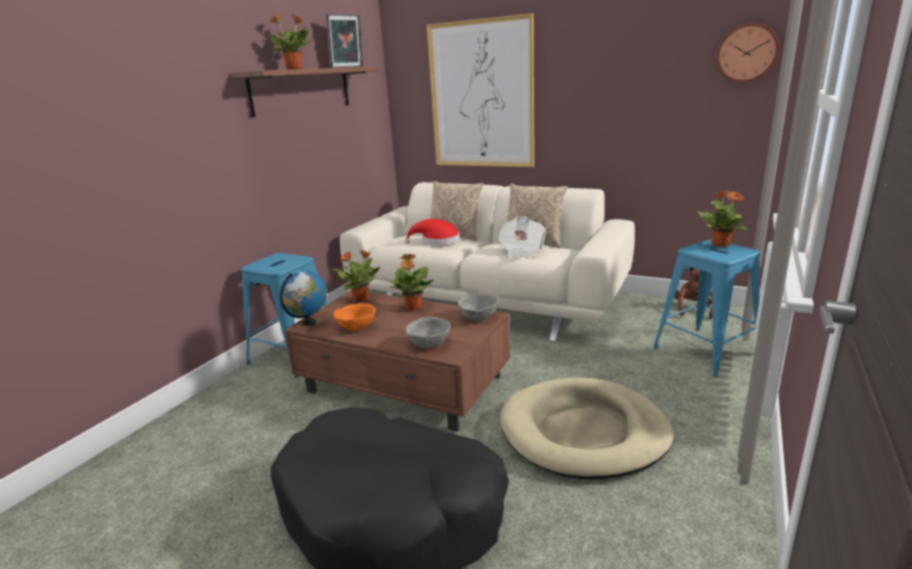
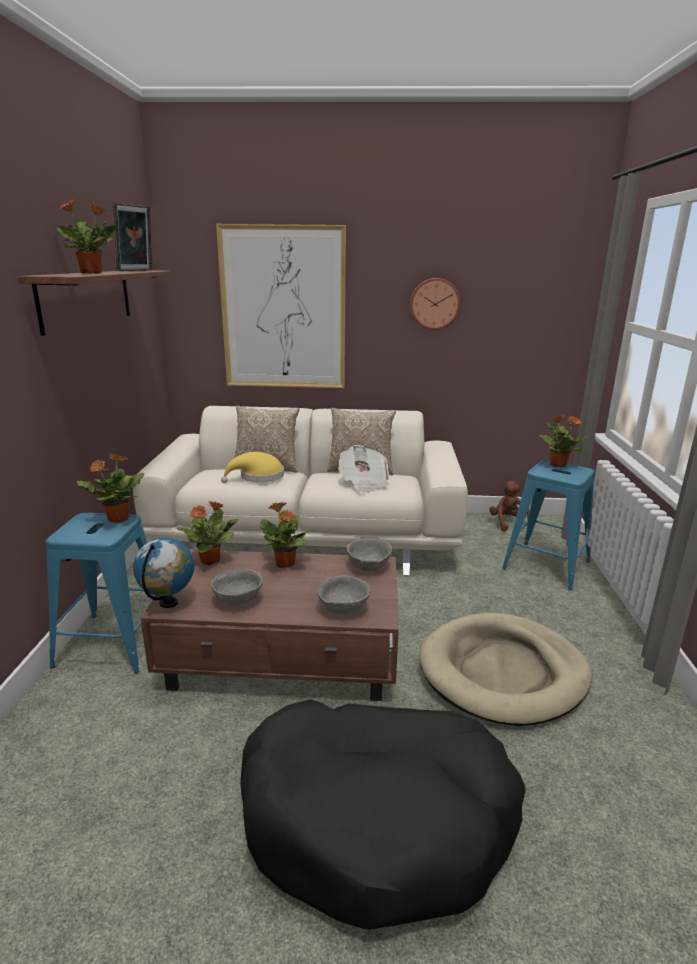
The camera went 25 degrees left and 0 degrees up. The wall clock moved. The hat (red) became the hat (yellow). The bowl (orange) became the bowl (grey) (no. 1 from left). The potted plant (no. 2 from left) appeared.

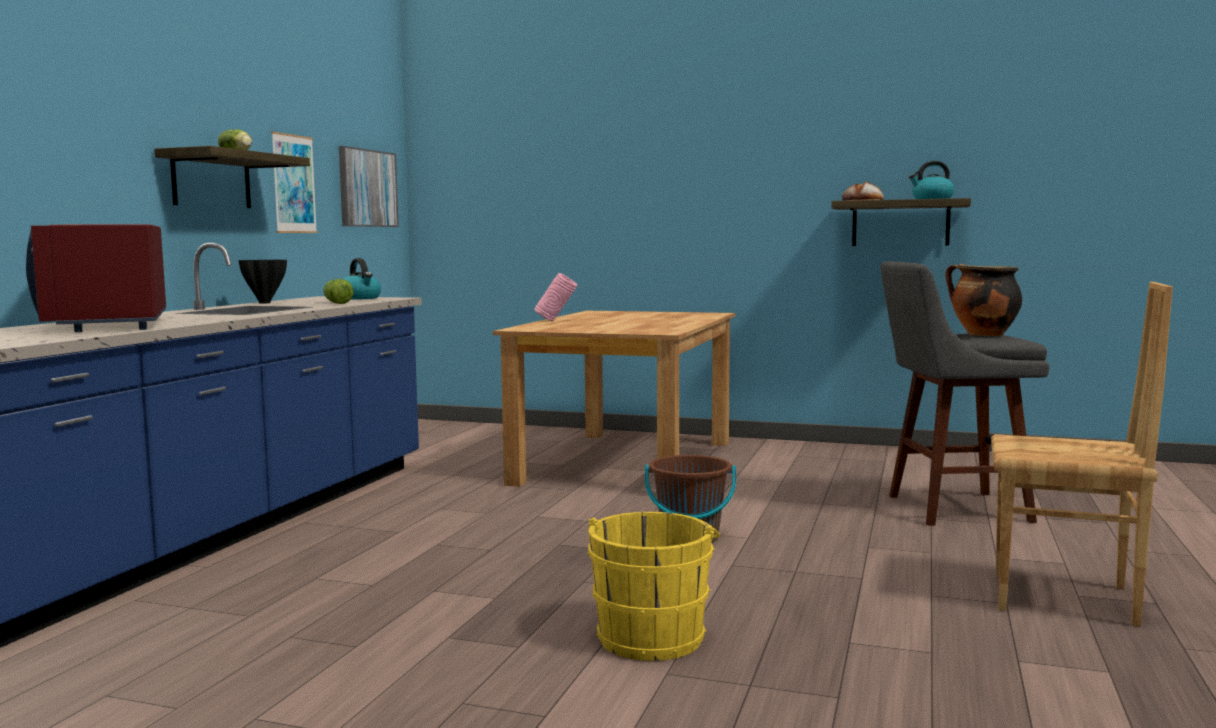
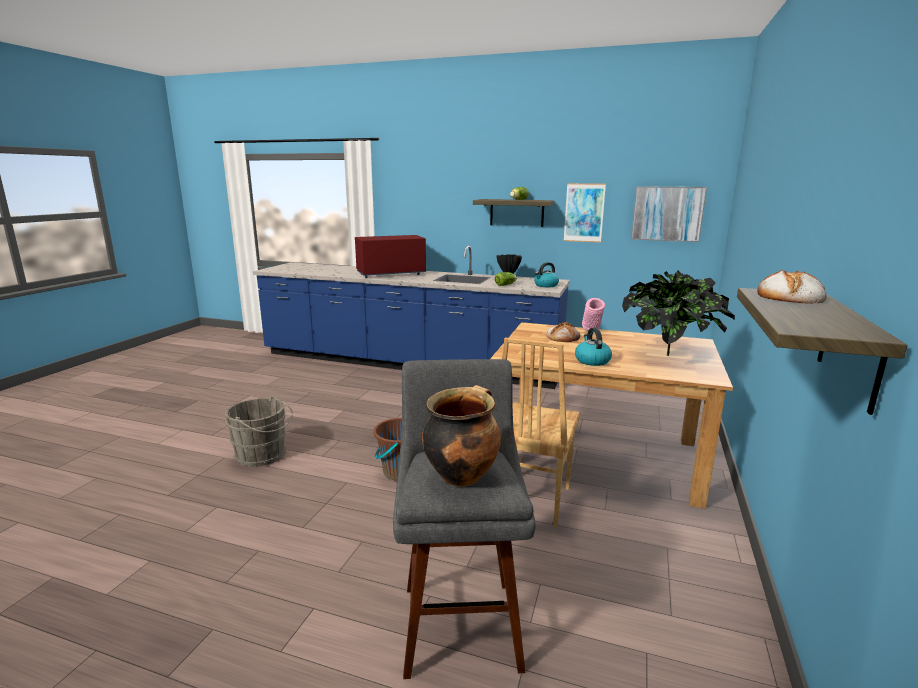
The camera went 90 degrees right and 10 degrees up. The kettle (no. 2 from left) moved. The chair (brown) moved. The bucket (yellow) became the bucket (grey). The potted plant appeared. The bread (no. 1 from left) appeared.

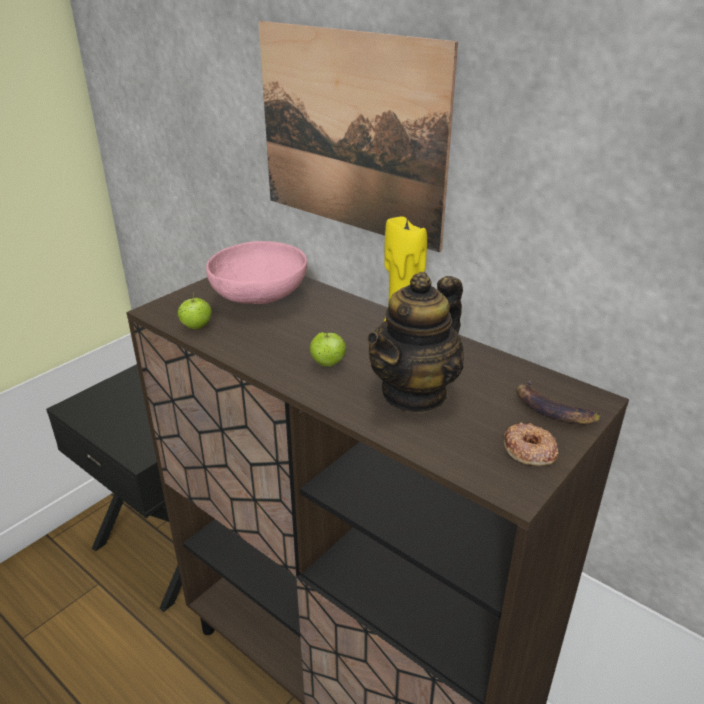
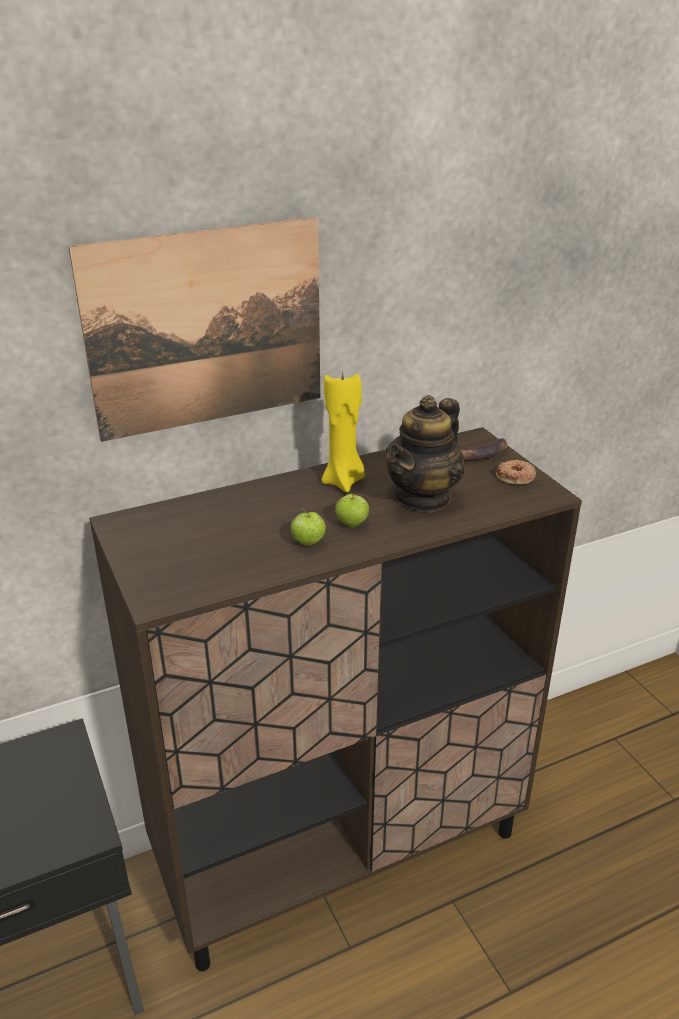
The camera went 65 degrees left and 0 degrees up. The bowl (pink) disappeared. The teapot turned 60 degrees clockwise. The apple (no. 1 from left) moved.

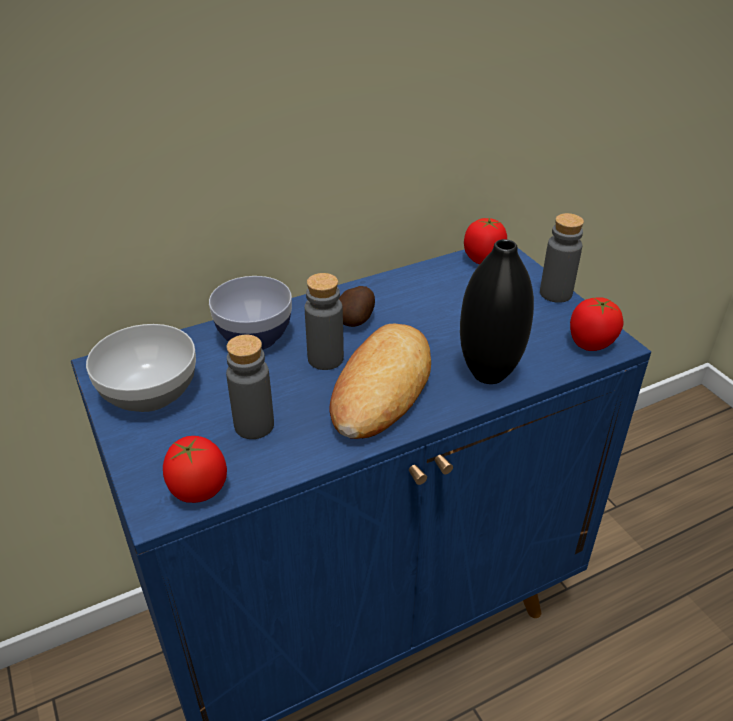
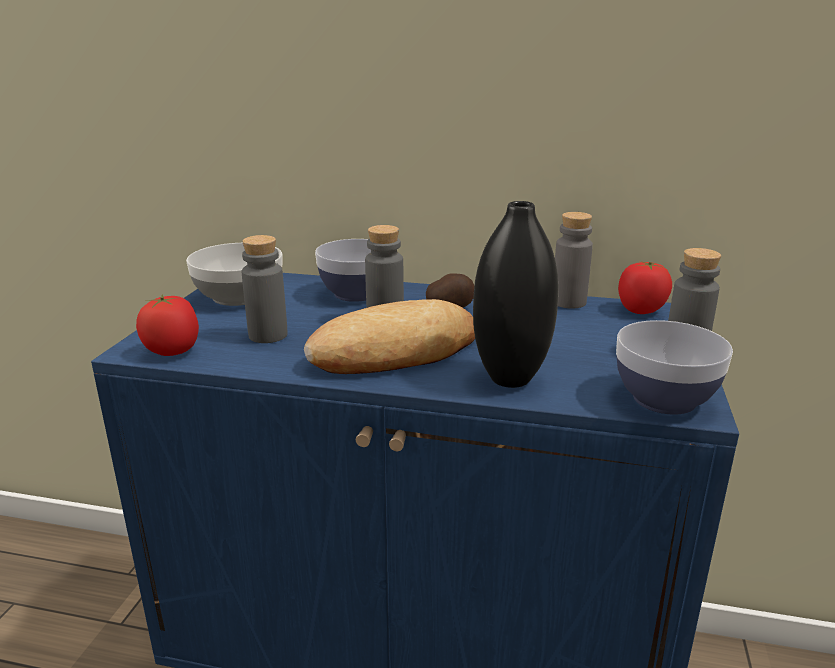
The camera went 40 degrees right and 15 degrees down. The tomato (no. 3 from left) was replaced by the bowl (no. 3 from left). The bottle (grey) (no. 3 from left) appeared.

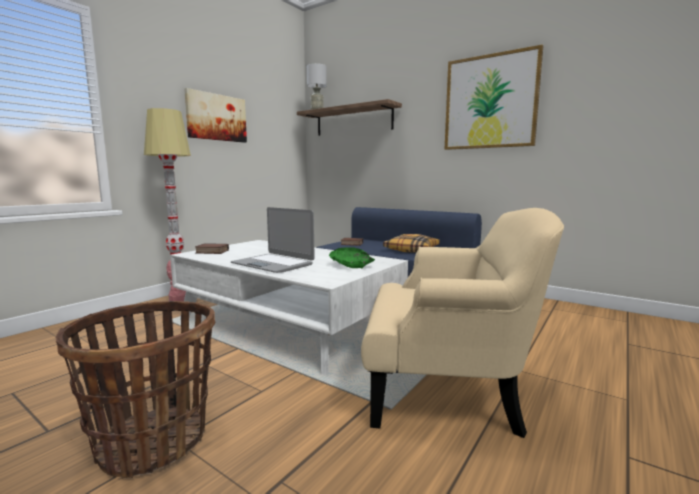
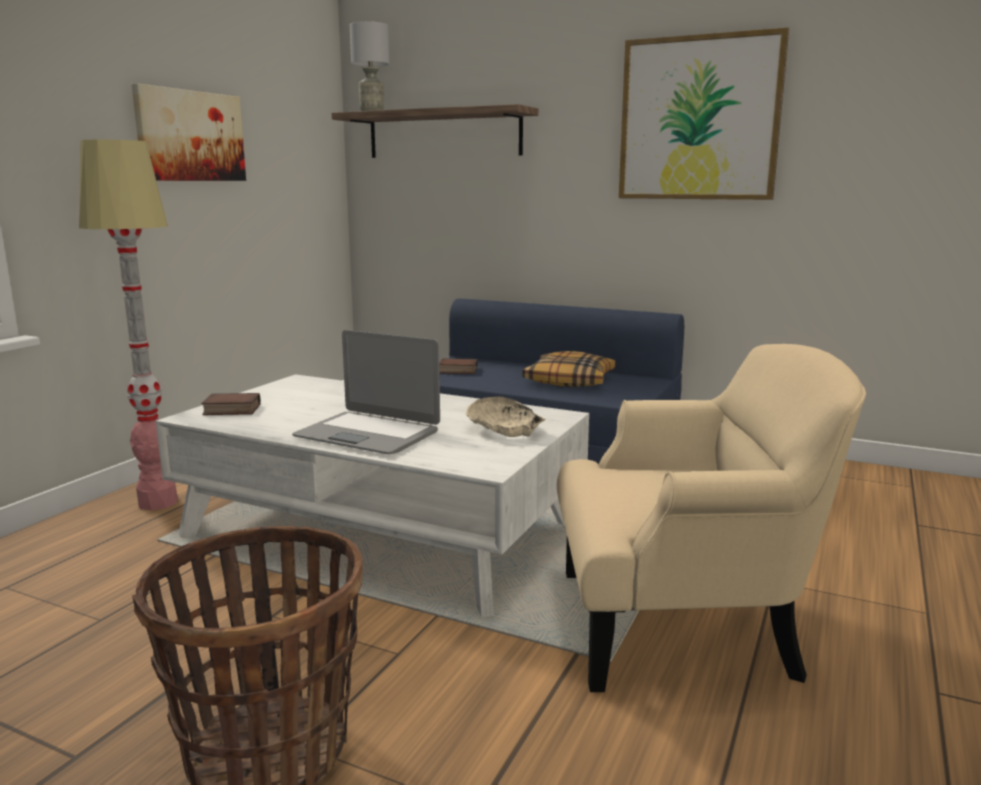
The camera went 10 degrees left and 5 degrees up. The bowl (green) became the bowl (beige).

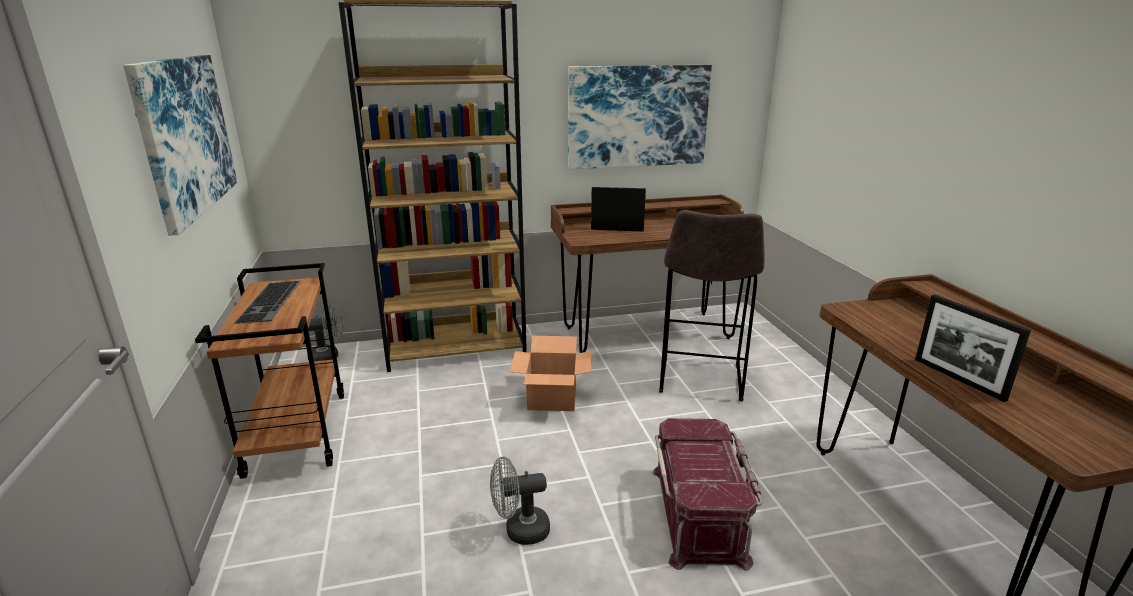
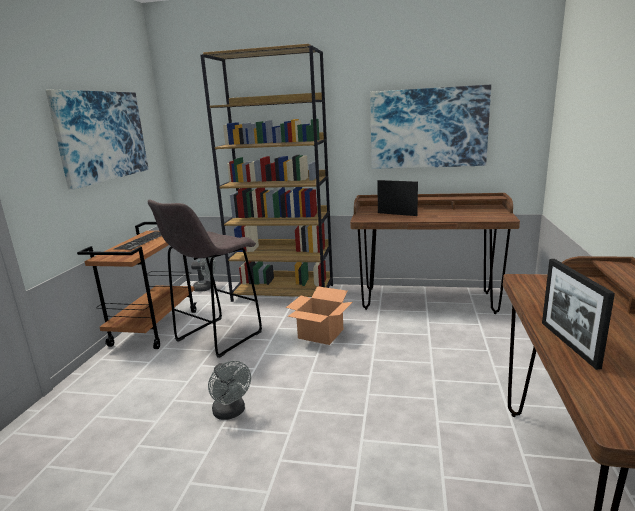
The camera went 25 degrees right and 5 degrees down. The stool (grey) moved. The storage box (red) disappeared. The fan (grey) (no. 2 from left) turned 135 degrees counterclockwise.

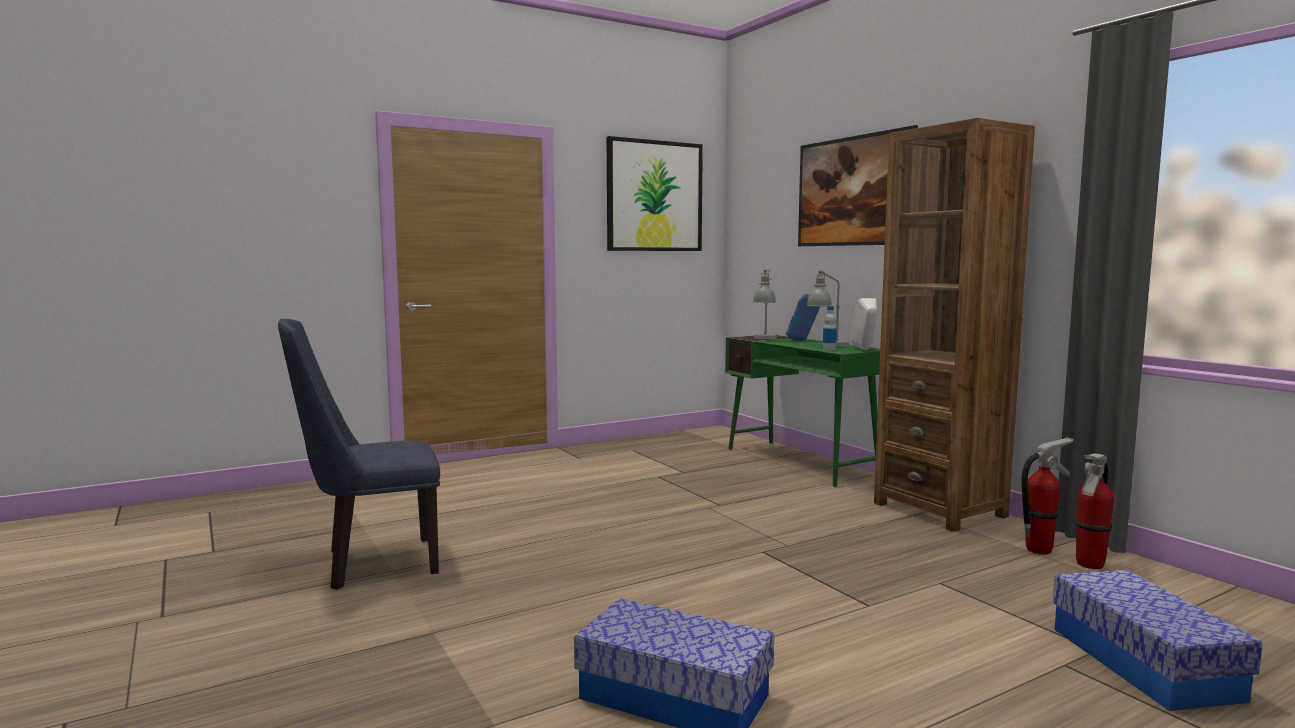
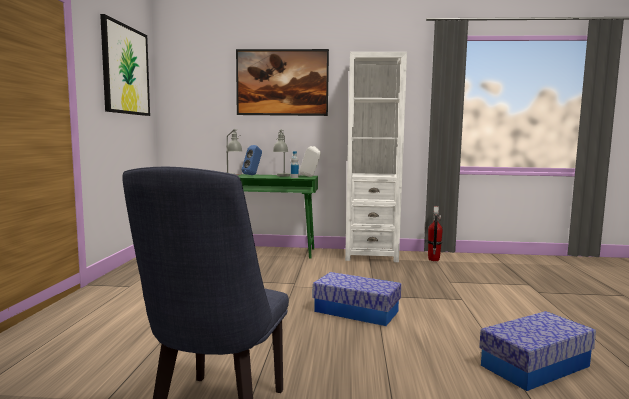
The camera went 55 degrees left and 0 degrees up. The bookcase (brown) became the bookcase (white). The fire extinguisher (no. 2 from left) disappeared. The storage box (no. 2 from left in the first image) moved.

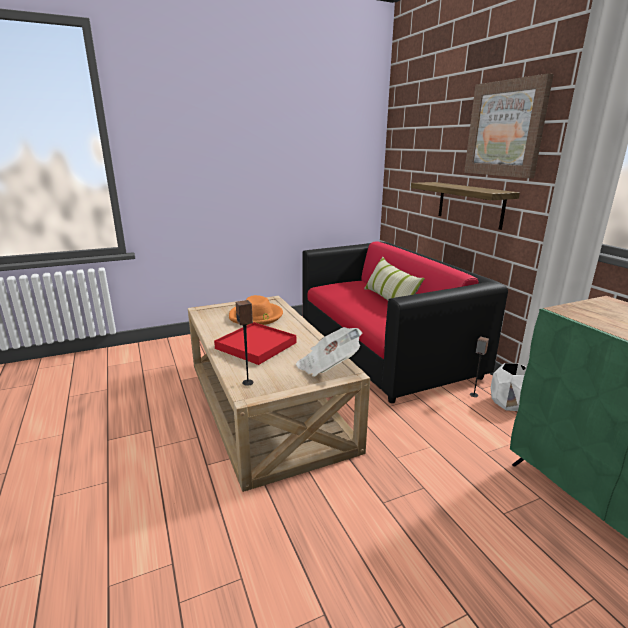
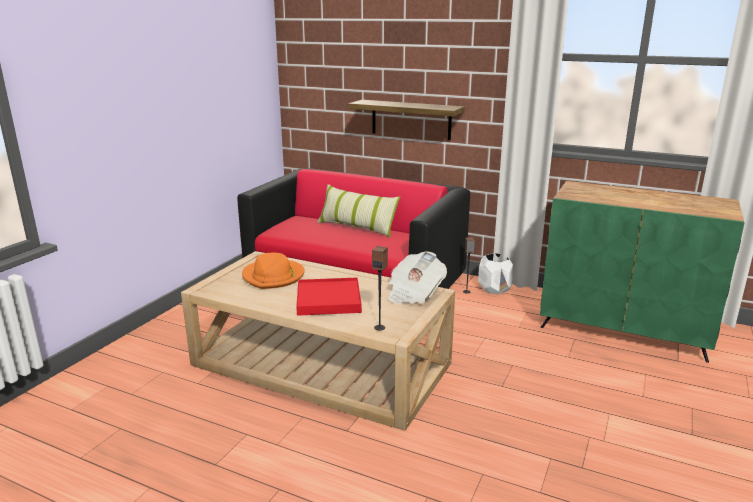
The camera went 40 degrees left and 0 degrees up. The picture disappeared.

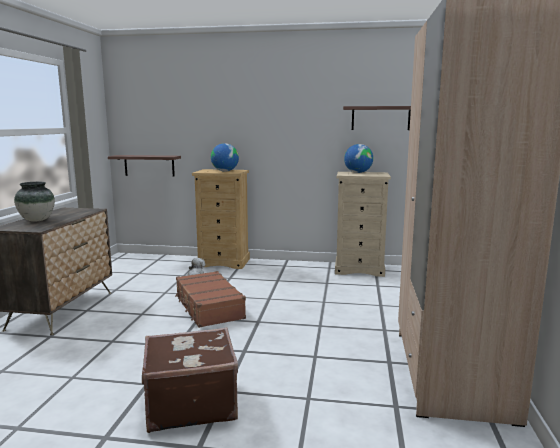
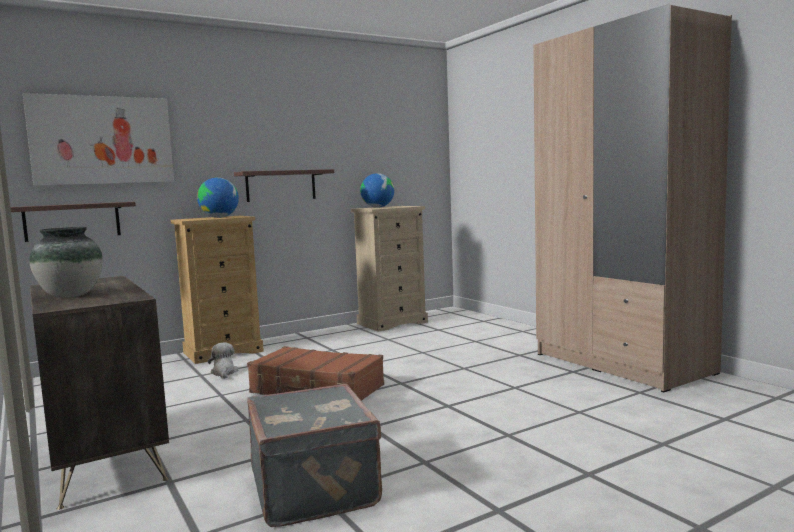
The camera went 40 degrees left and 5 degrees down. The shelf (no. 2 from left) moved. The suitcase (brown) (no. 1 from left) disappeared. The picture appeared. The suitcase (grey) appeared.

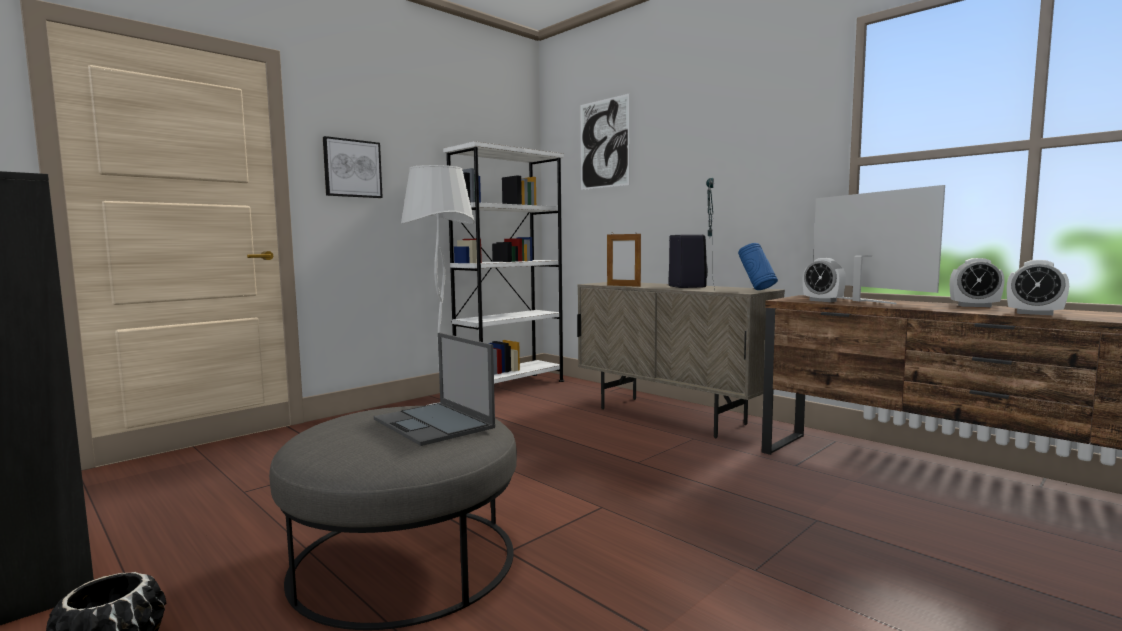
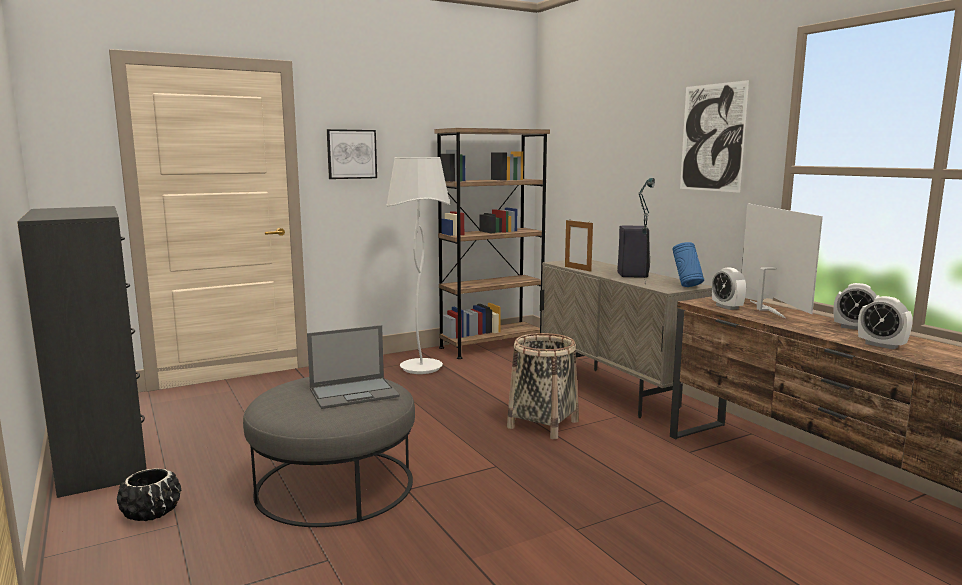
The camera went 15 degrees right and 5 degrees up. The picture (no. 2 from left) moved. The bookcase (white) became the bookcase (brown). The laptop turned 90 degrees counterclockwise. The basket appeared.

